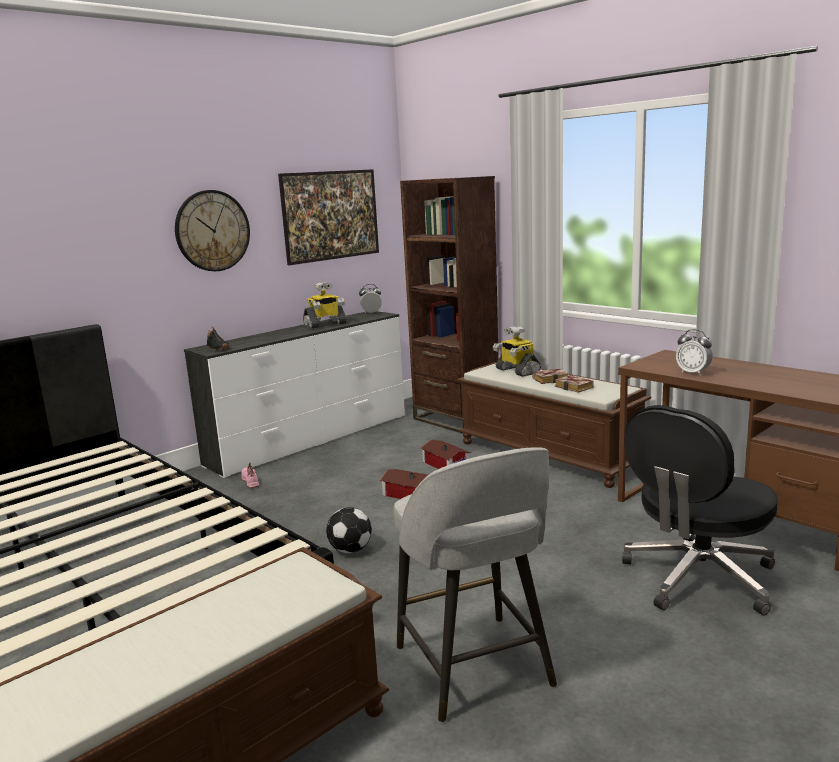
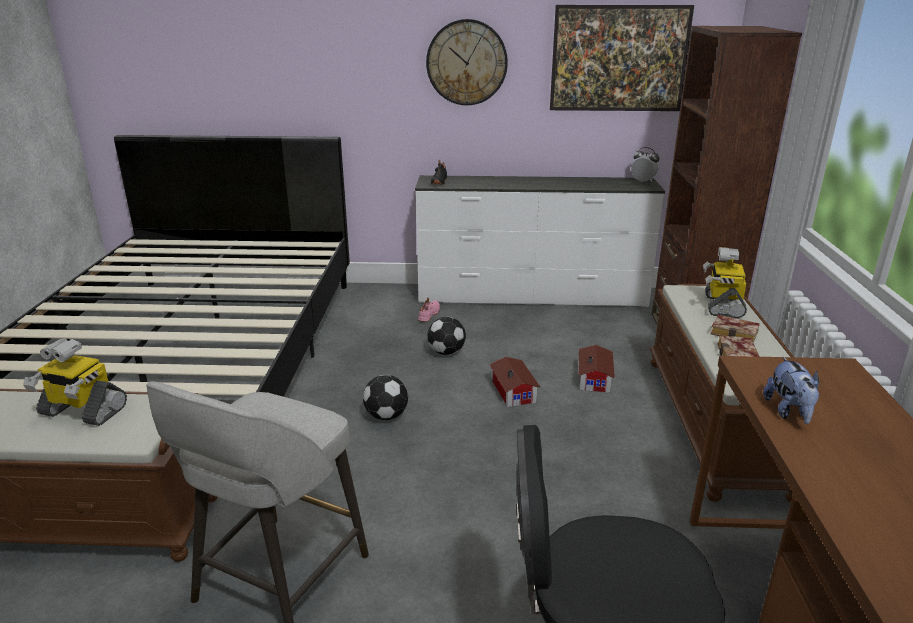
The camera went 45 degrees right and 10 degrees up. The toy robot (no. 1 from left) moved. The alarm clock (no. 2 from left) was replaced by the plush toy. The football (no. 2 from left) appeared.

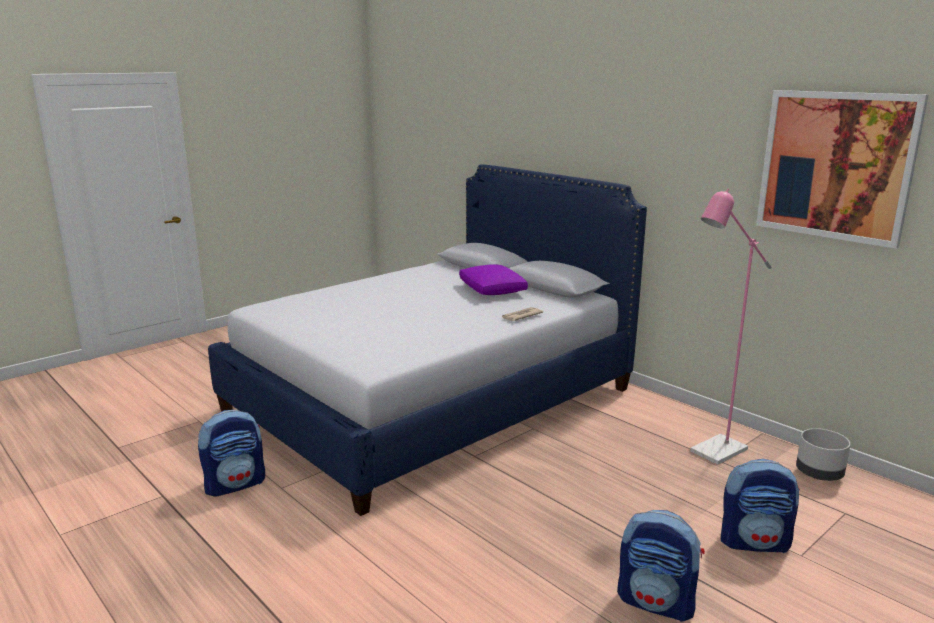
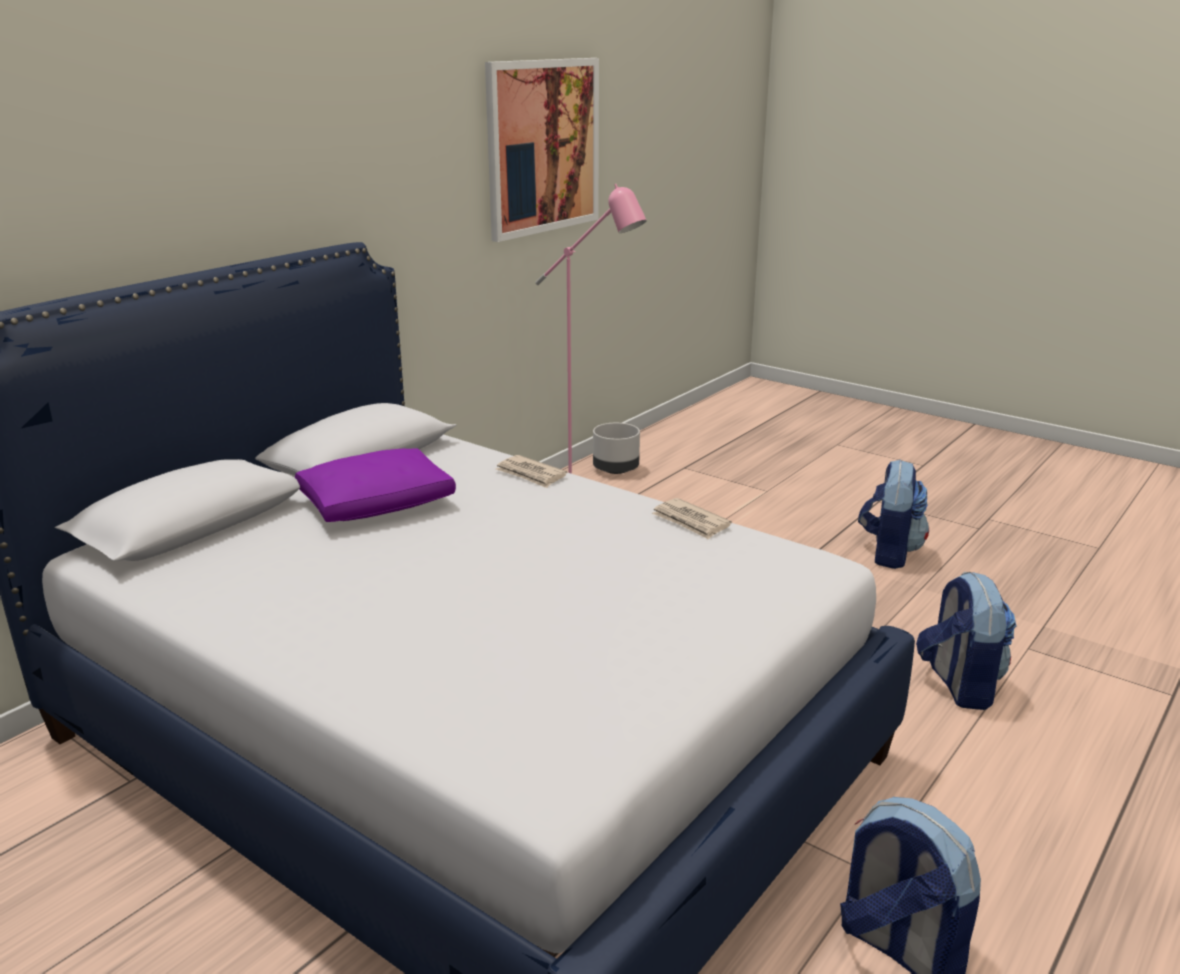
The camera went 100 degrees left and 5 degrees up. The backpack (no. 3 from left) moved. The newspaper (no. 2 from left) appeared.

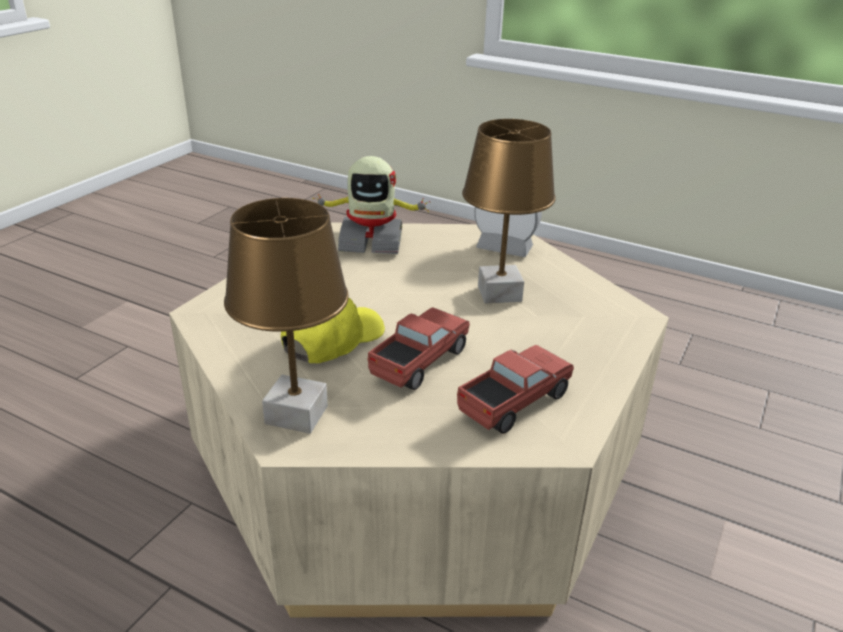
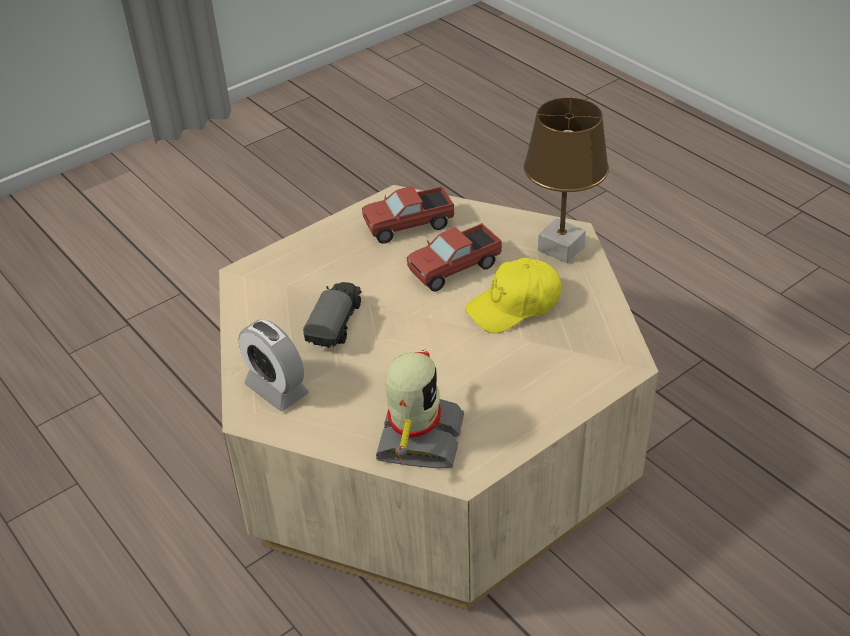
The camera went 155 degrees left and 10 degrees up. The table lamp (brown) (no. 2 from left) was replaced by the toy truck (no. 1 from left). The toy robot turned 75 degrees clockwise.

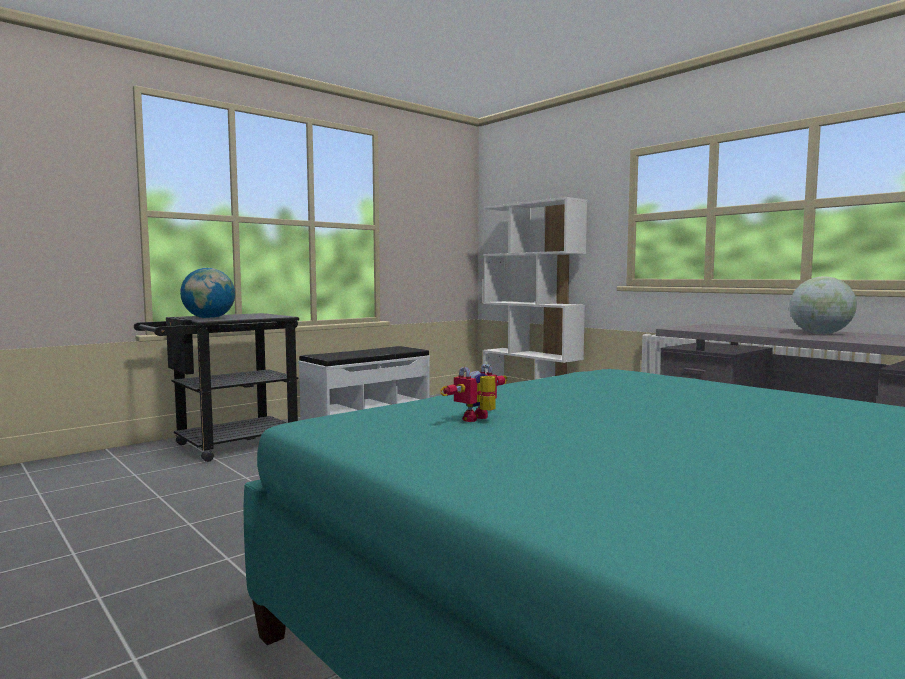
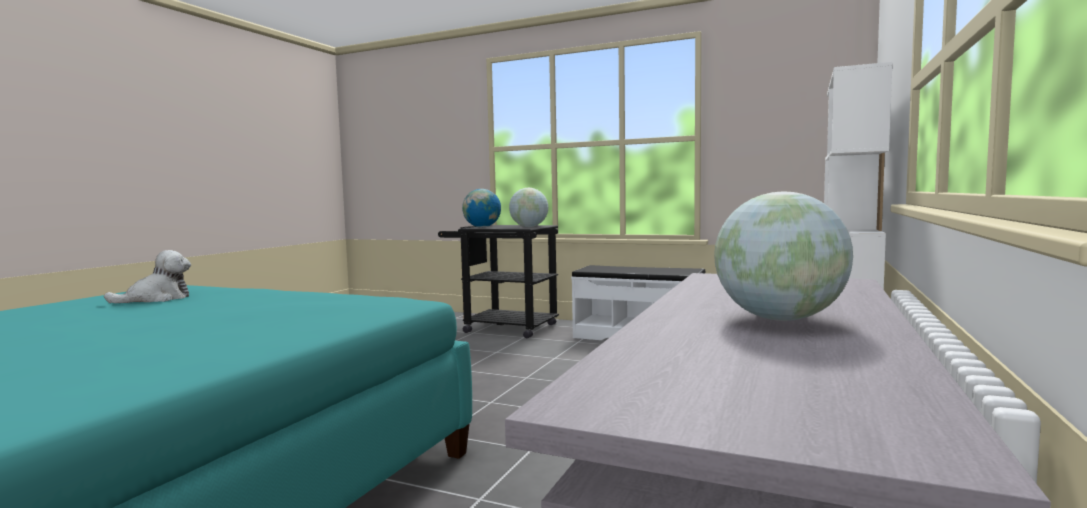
The camera went 65 degrees right and 0 degrees up. The toy robot was replaced by the plush toy. The globe (no. 2 from left) appeared.

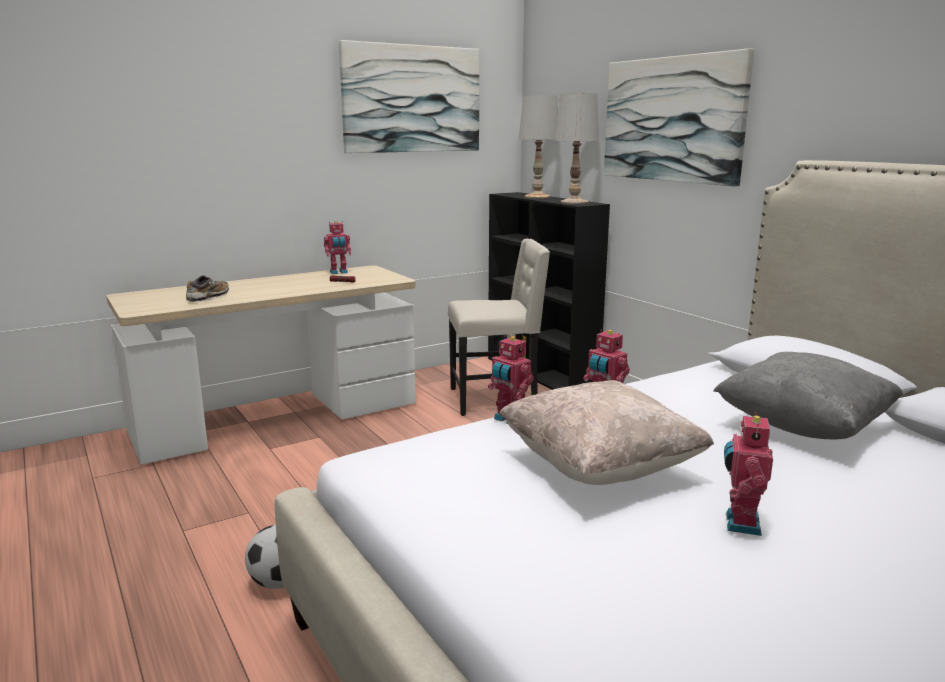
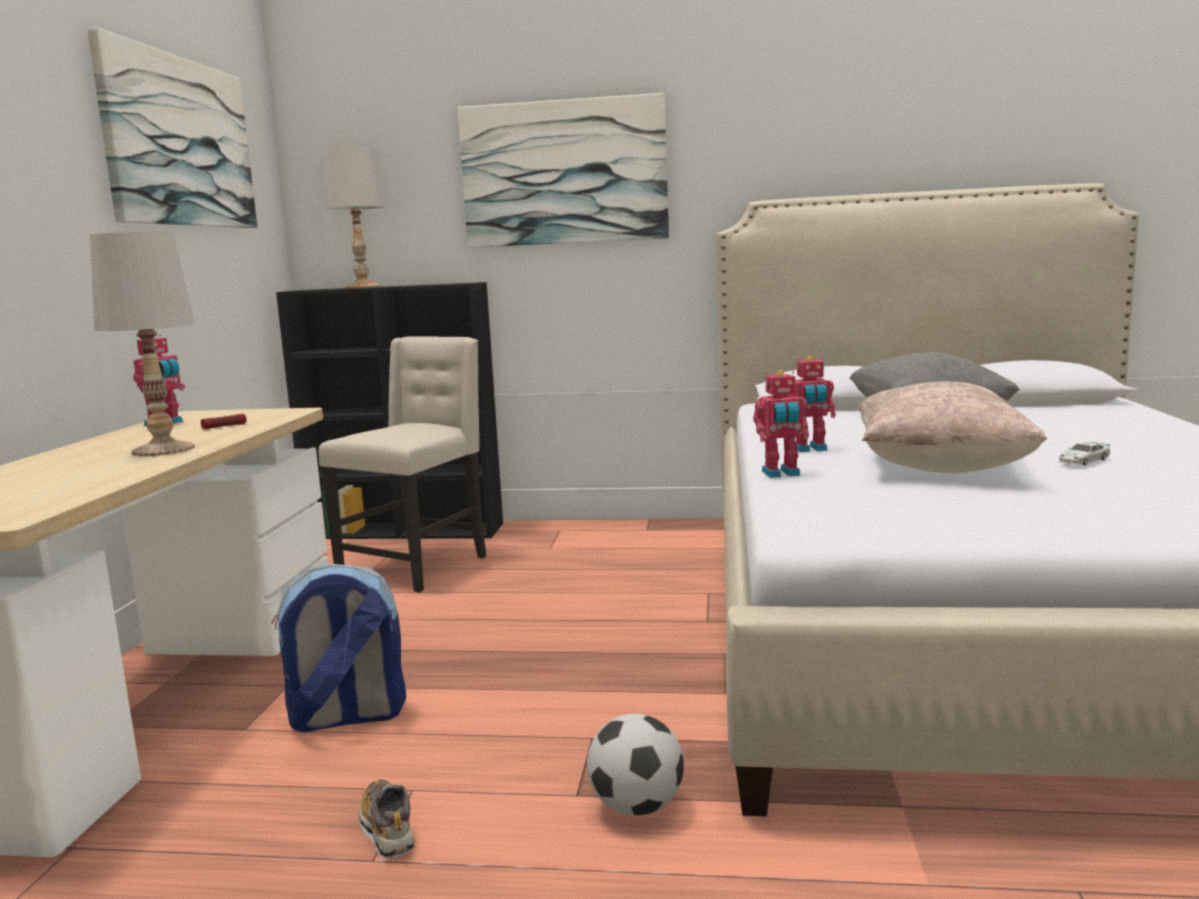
The camera went 50 degrees left and 5 degrees down. The table lamp (white) (no. 2 from left in the first image) moved. The shoe moved. The toy robot (no. 4 from left) was replaced by the toy car. The backpack appeared.

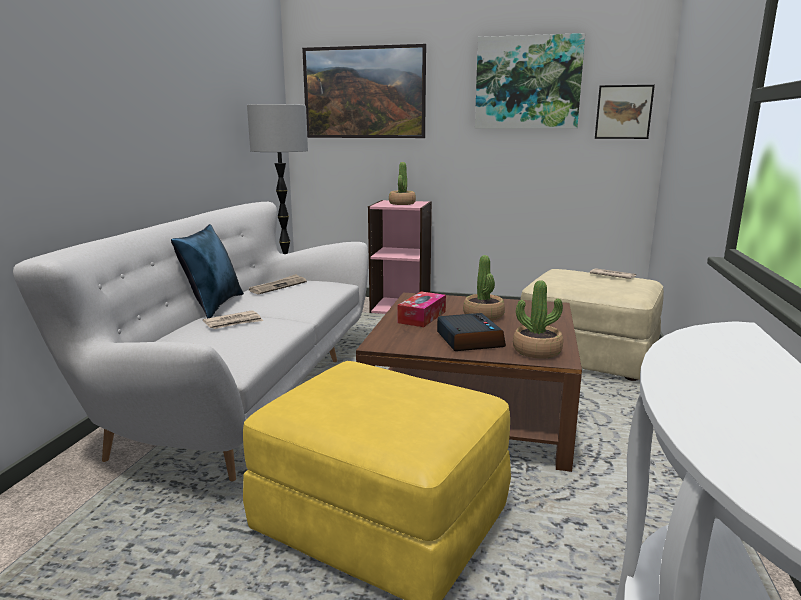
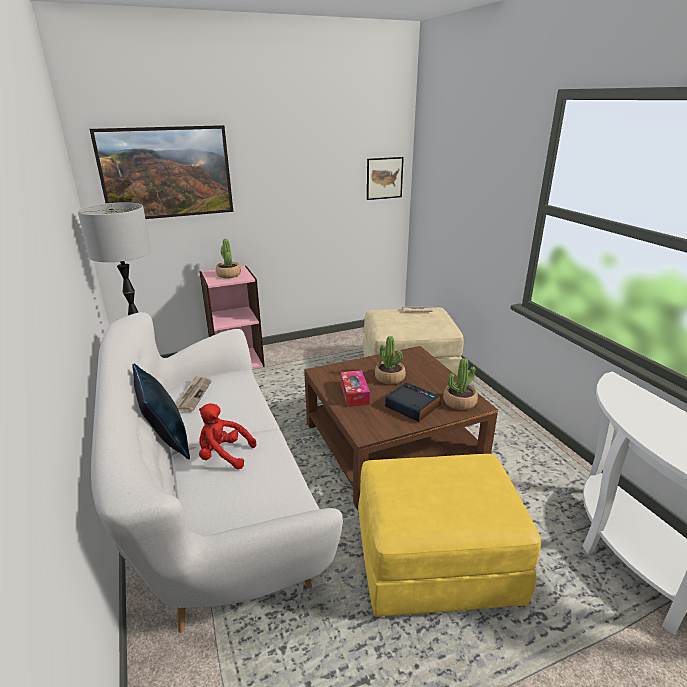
The camera went 35 degrees left and 10 degrees up. The picture (no. 2 from left) disappeared. The newspaper (no. 1 from left) was replaced by the plush toy (red).

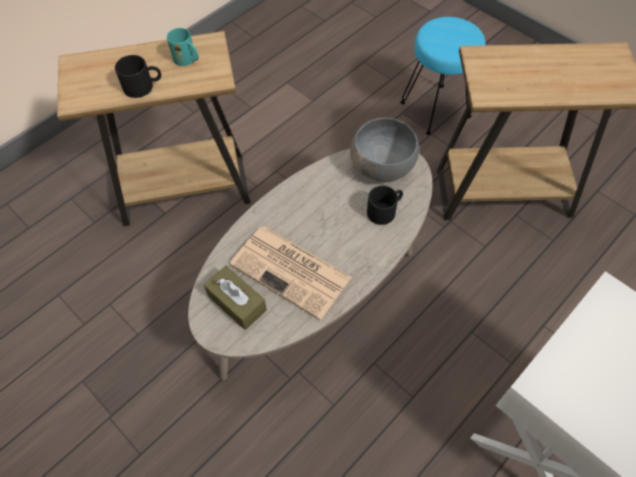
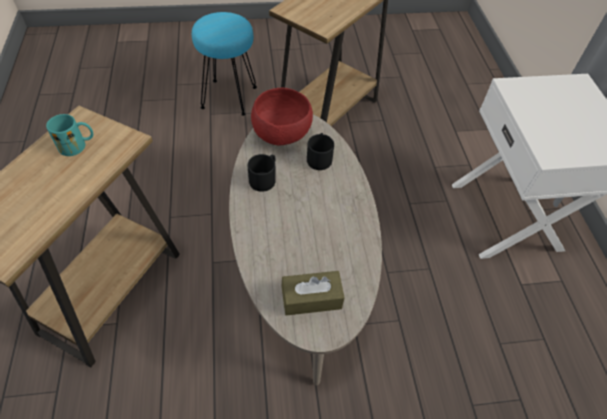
The camera went 55 degrees left and 5 degrees down. The mug (black) (no. 1 from left) moved. The bowl (grey) became the bowl (red). The newspaper disappeared.

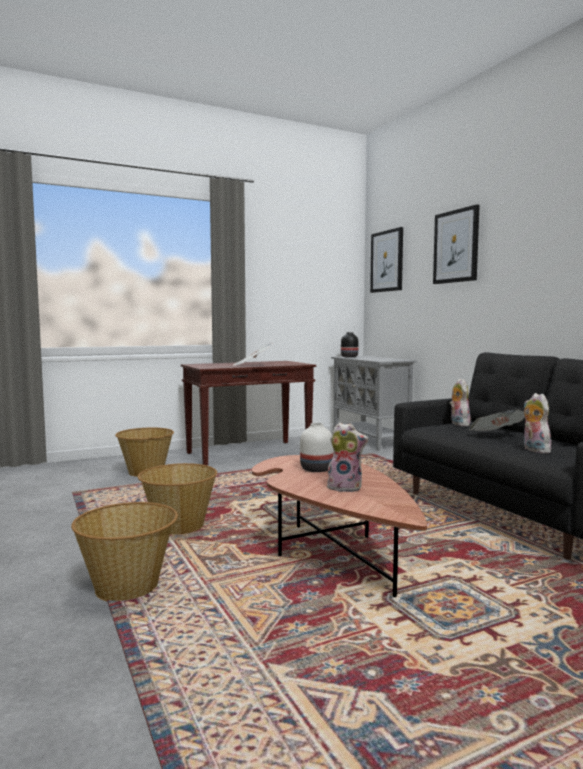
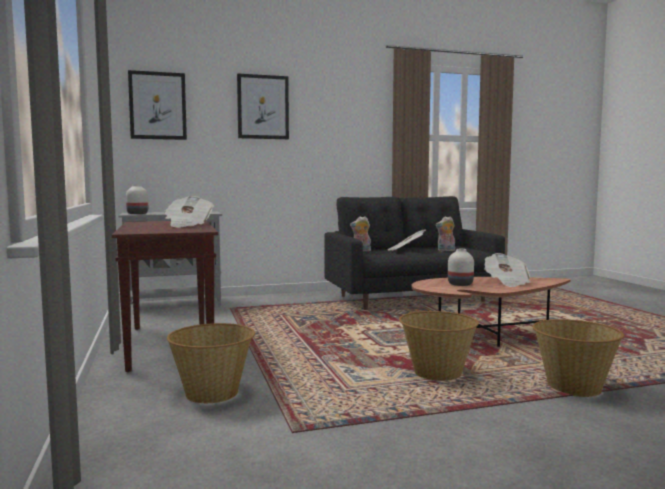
The camera went 80 degrees left and 0 degrees up. The vase (black) became the vase (white) (no. 1 from left). The plush toy (no. 1 from left) was replaced by the newspaper (no. 3 from left).

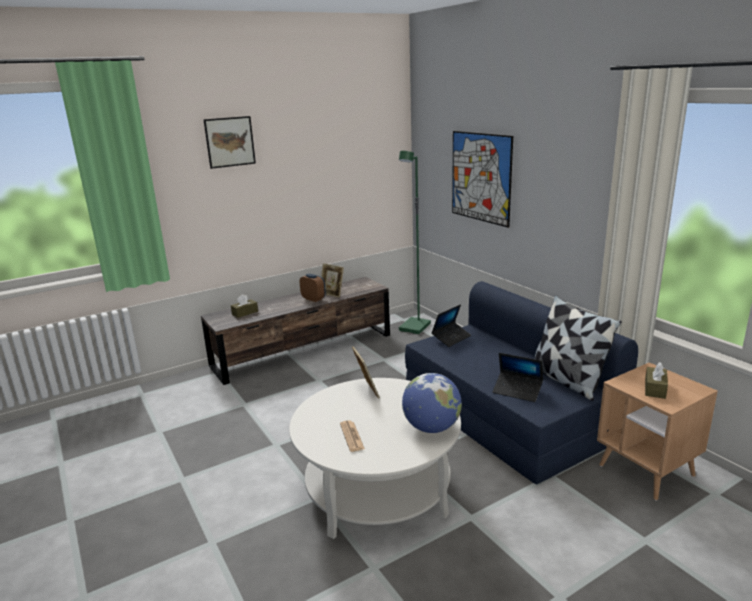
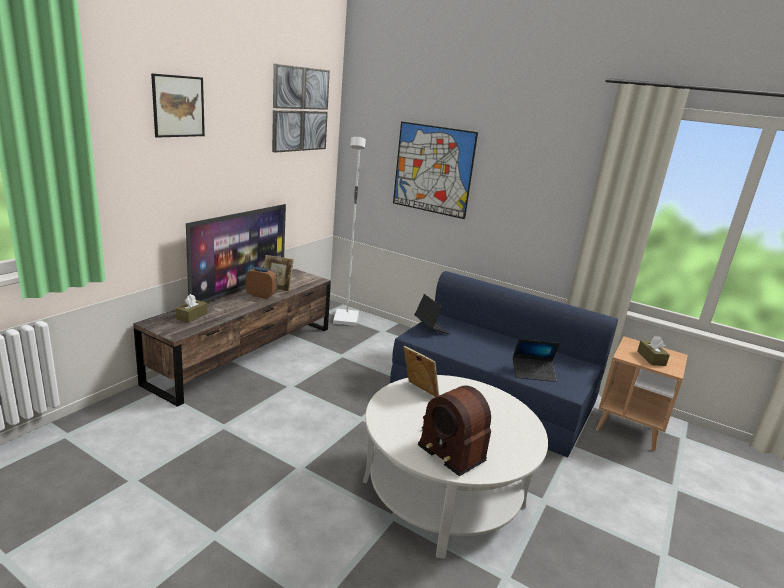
The camera went 30 degrees left and 0 degrees up. The floor lamp (green) became the floor lamp (white). The pillow disappeared. The laptop (no. 1 from left) turned 45 degrees counterclockwise. The globe disappeared. The newspaper was replaced by the radio. The picture (no. 2 from left) appeared. The television appeared.

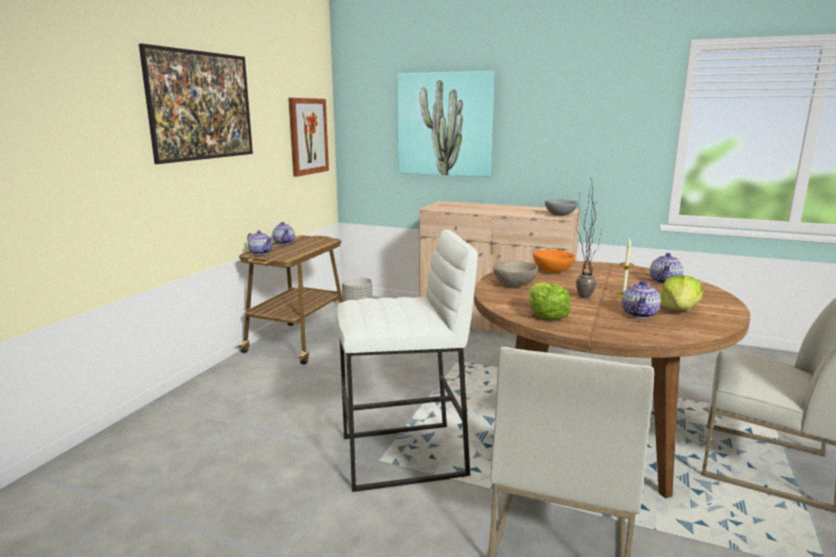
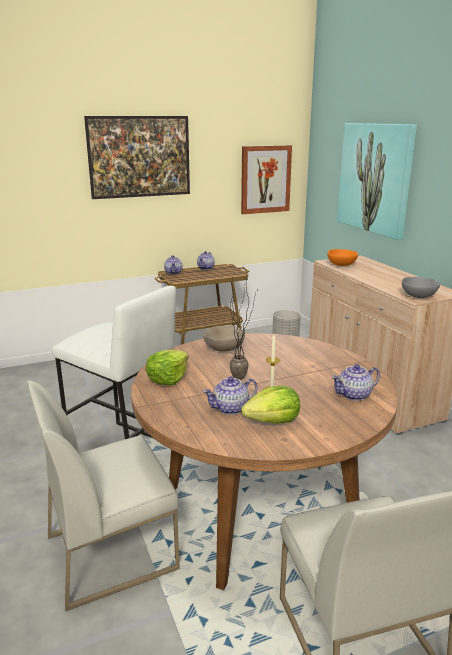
The camera went 45 degrees right and 5 degrees up. The bowl (orange) moved.

